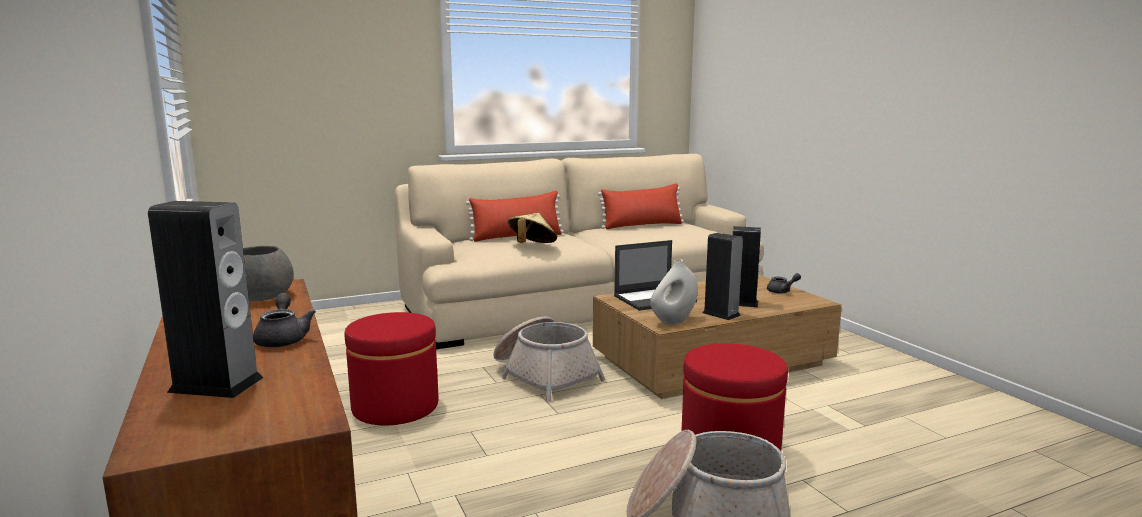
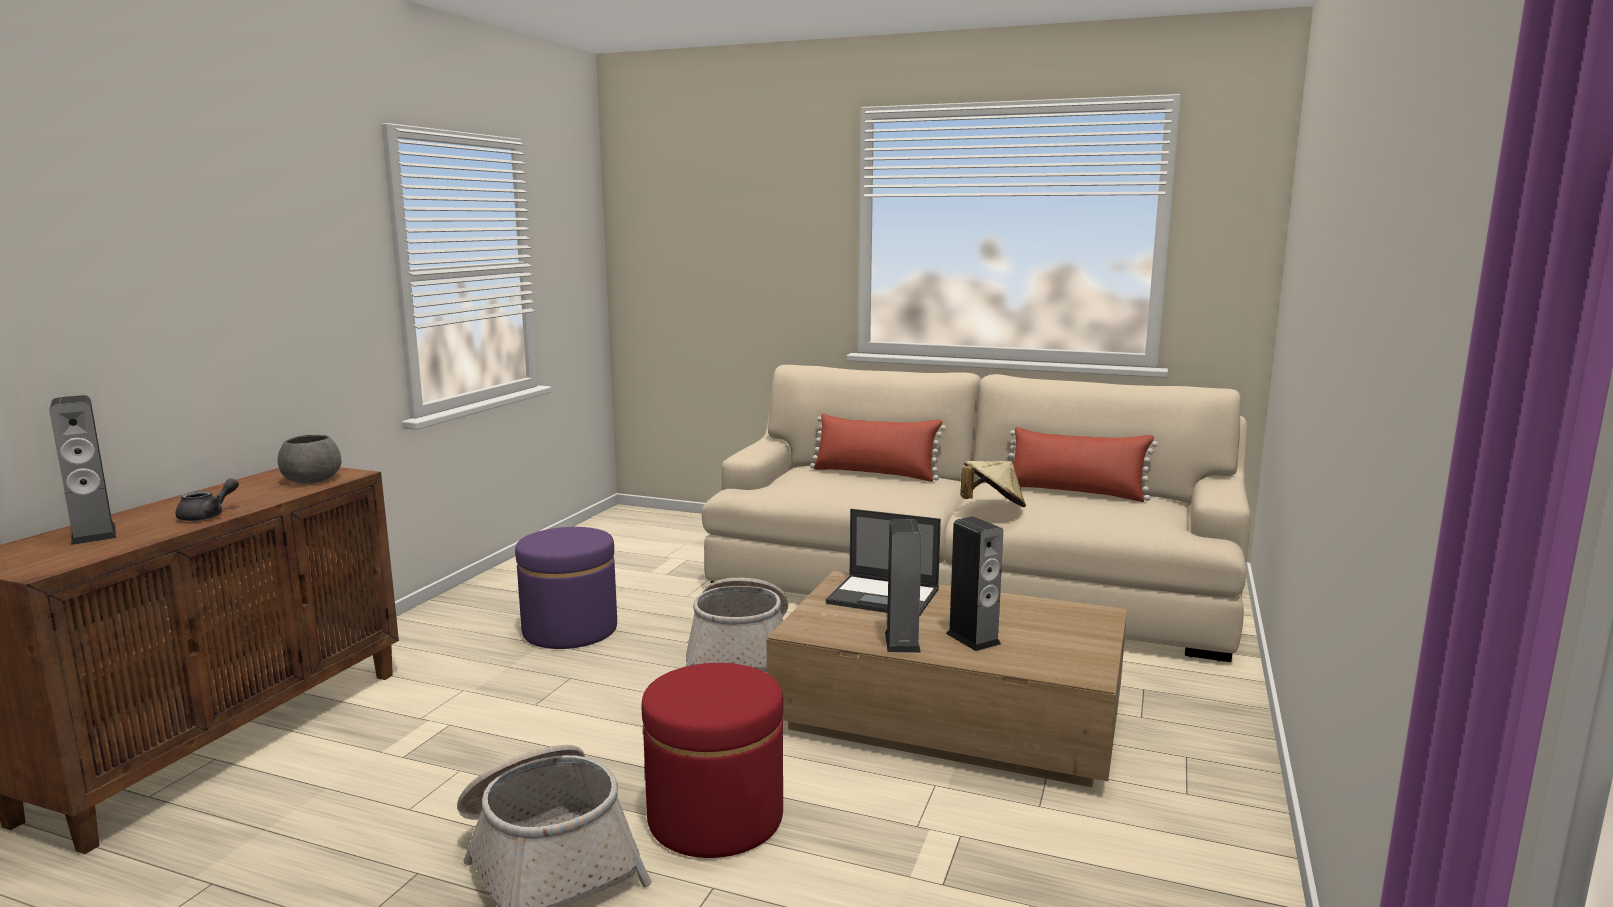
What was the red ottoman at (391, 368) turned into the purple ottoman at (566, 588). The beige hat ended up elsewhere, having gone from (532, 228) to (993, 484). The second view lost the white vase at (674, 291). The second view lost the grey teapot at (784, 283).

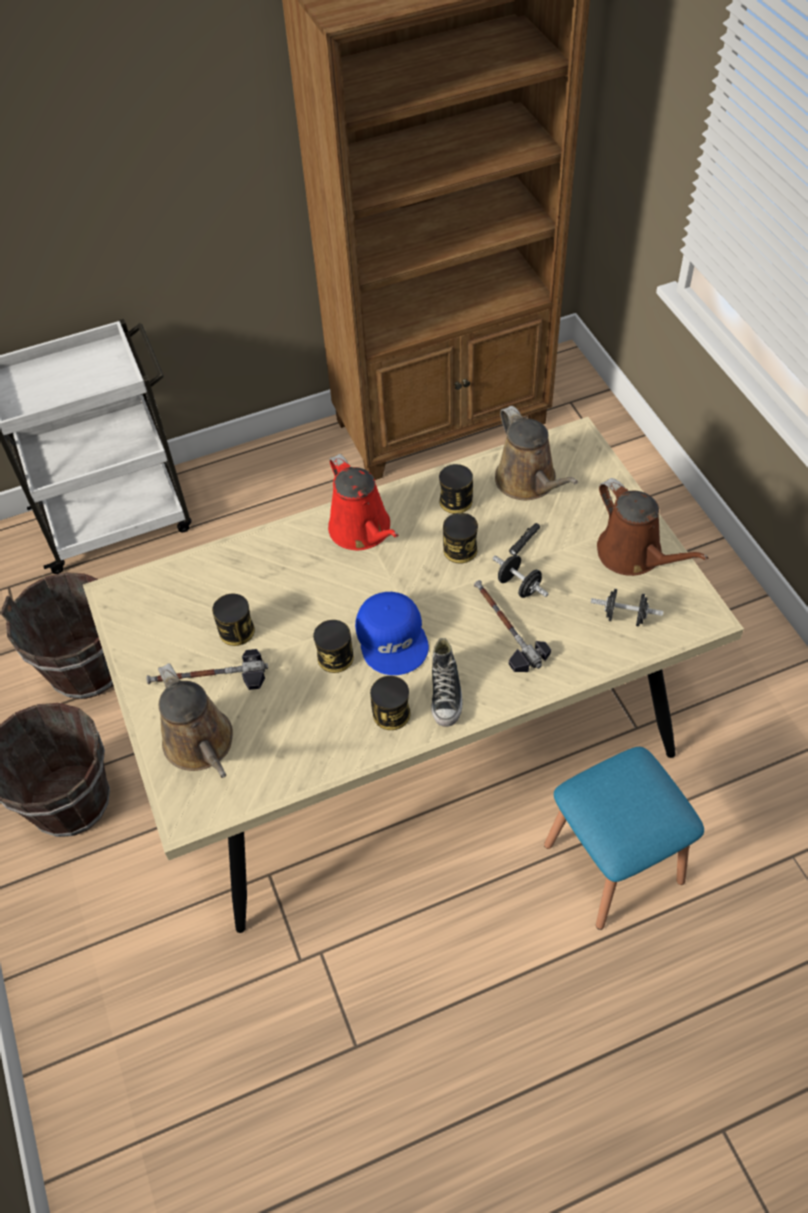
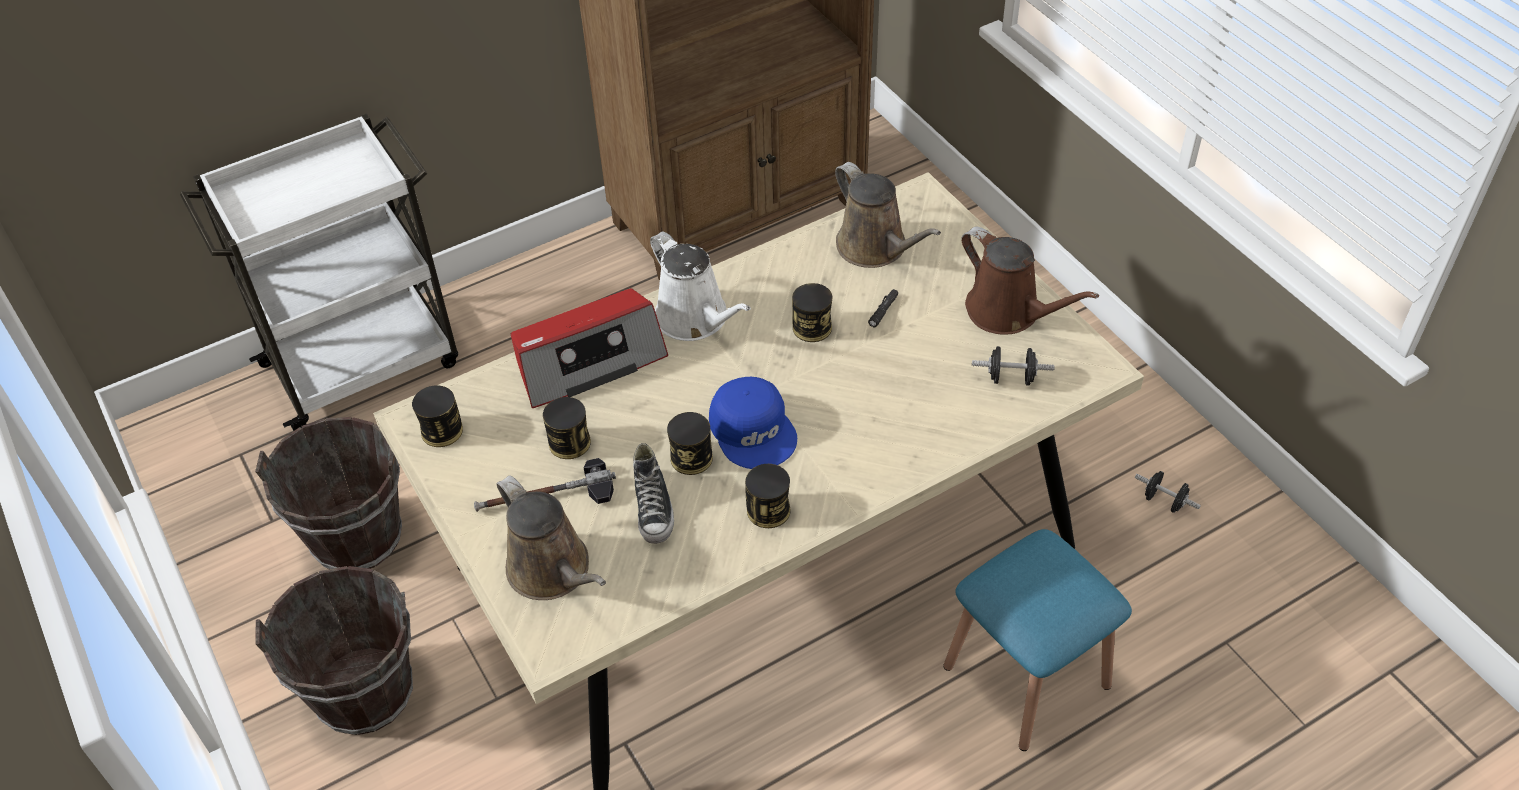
The can ended up elsewhere, having gone from (456, 489) to (437, 416). The second view gained the radio at (589, 348). The shoe ended up elsewhere, having gone from (446, 682) to (653, 493). What was the red watering can at (363, 502) turned into the white watering can at (700, 286). The black dumbbell ended up elsewhere, having gone from (521, 576) to (1168, 492). The second view lost the hammer at (512, 626).

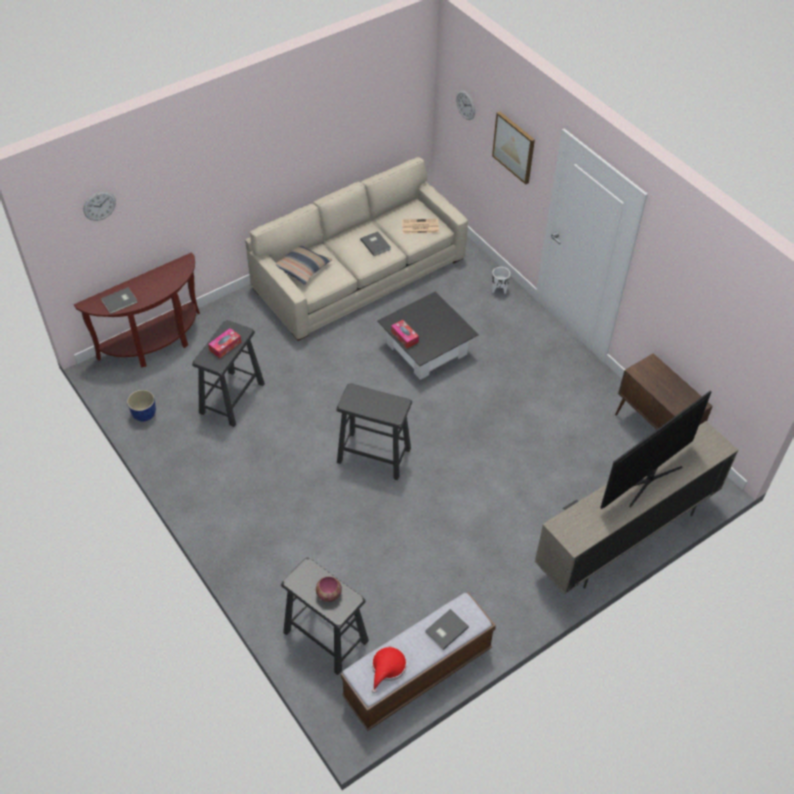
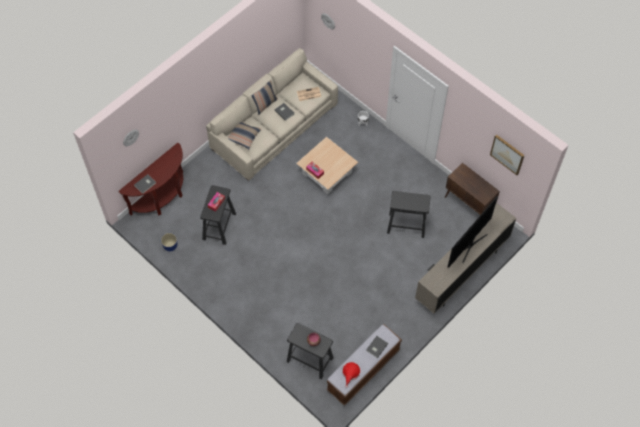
The second view gained the pillow at (265, 97). What was the black coffee table at (428, 335) turned into the beige coffee table at (327, 165). The black stool ended up elsewhere, having gone from (374, 431) to (409, 214). The picture ended up elsewhere, having gone from (513, 148) to (507, 154).

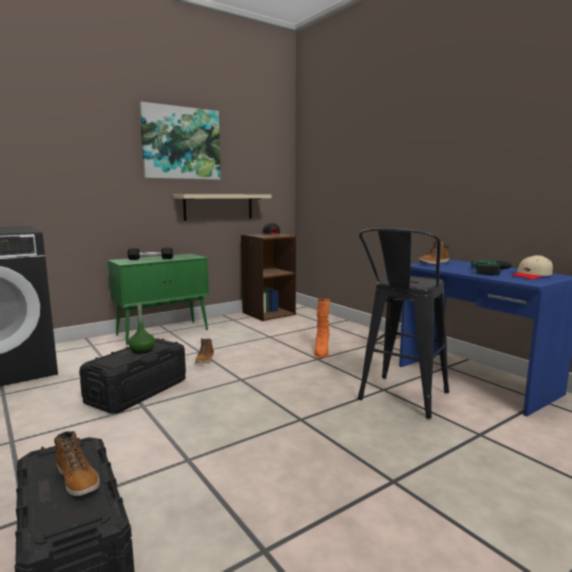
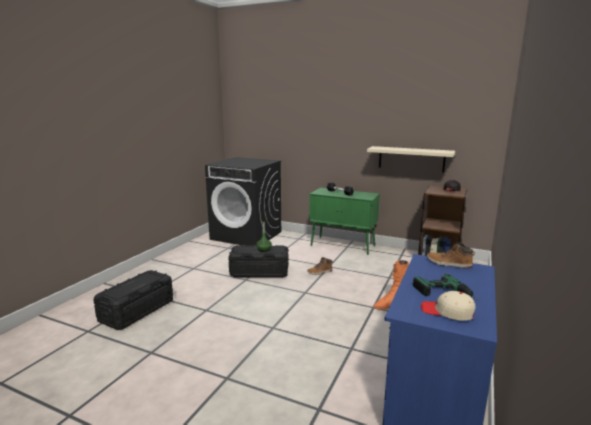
The second view lost the boot at (77, 463). The second view lost the picture at (180, 141). The second view lost the black stool at (403, 323).

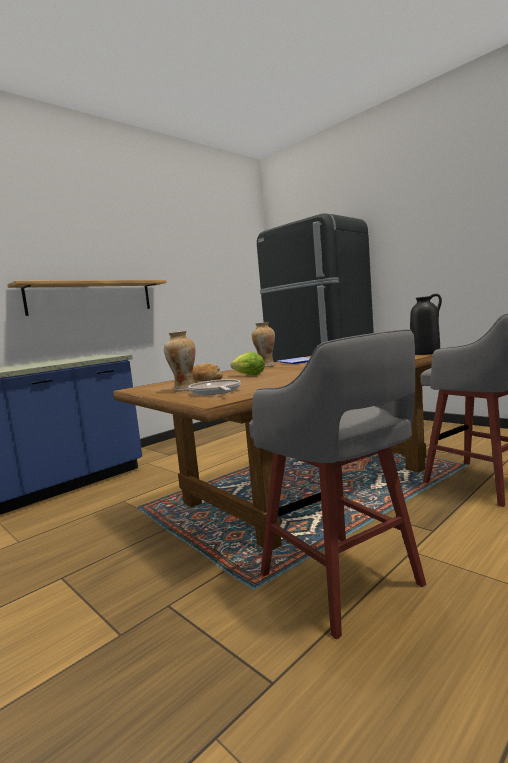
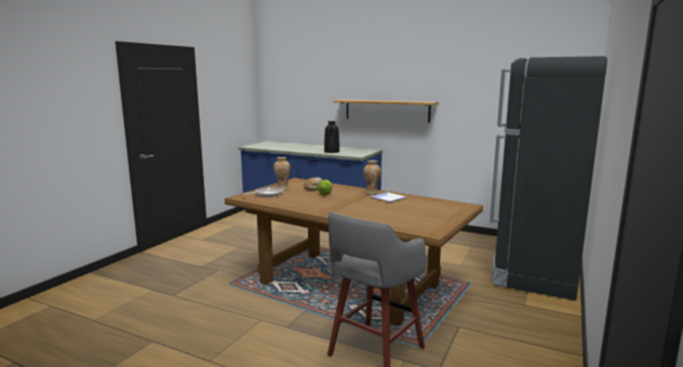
The black vase ended up elsewhere, having gone from (426, 324) to (332, 137). The second view lost the grey stool at (337, 484).

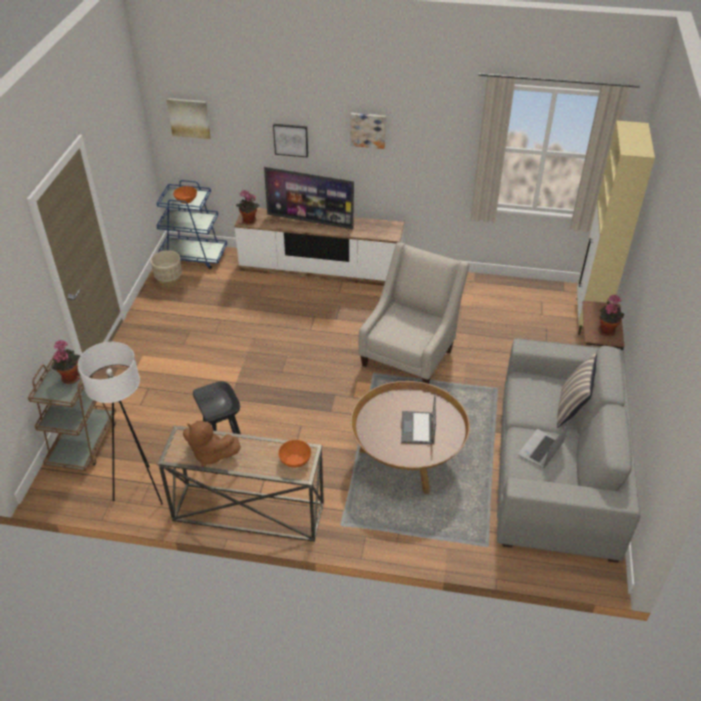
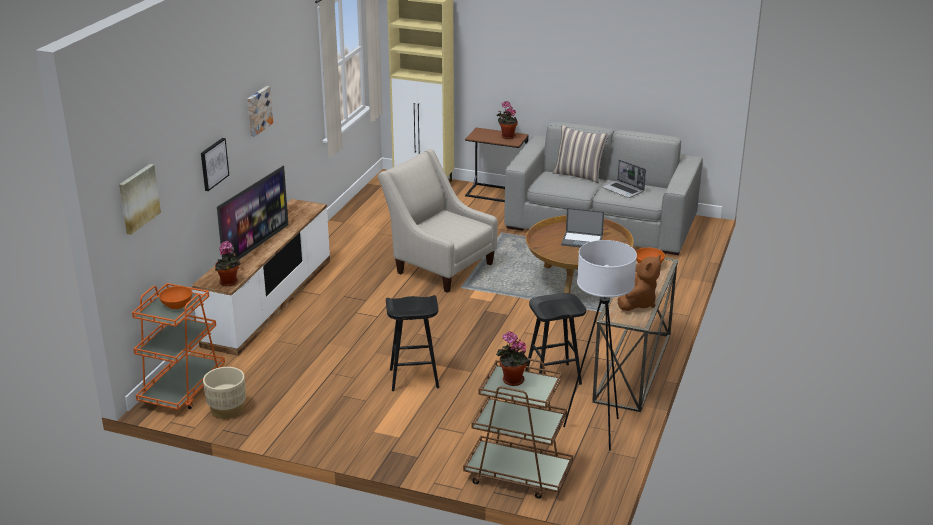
What was the blue cart at (192, 224) turned into the orange cart at (178, 346). The second view gained the black stool at (412, 343).

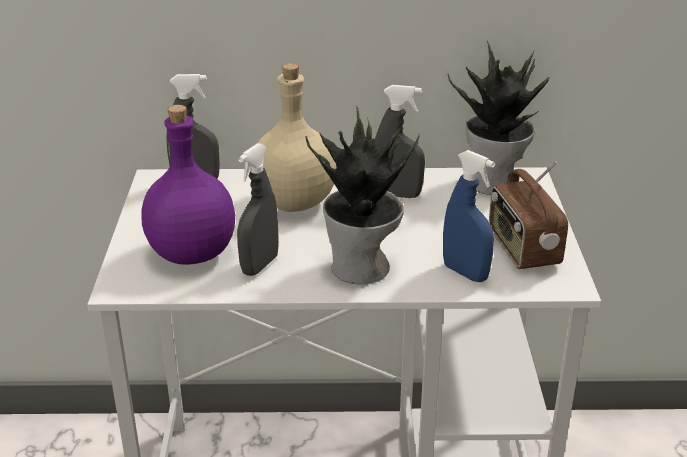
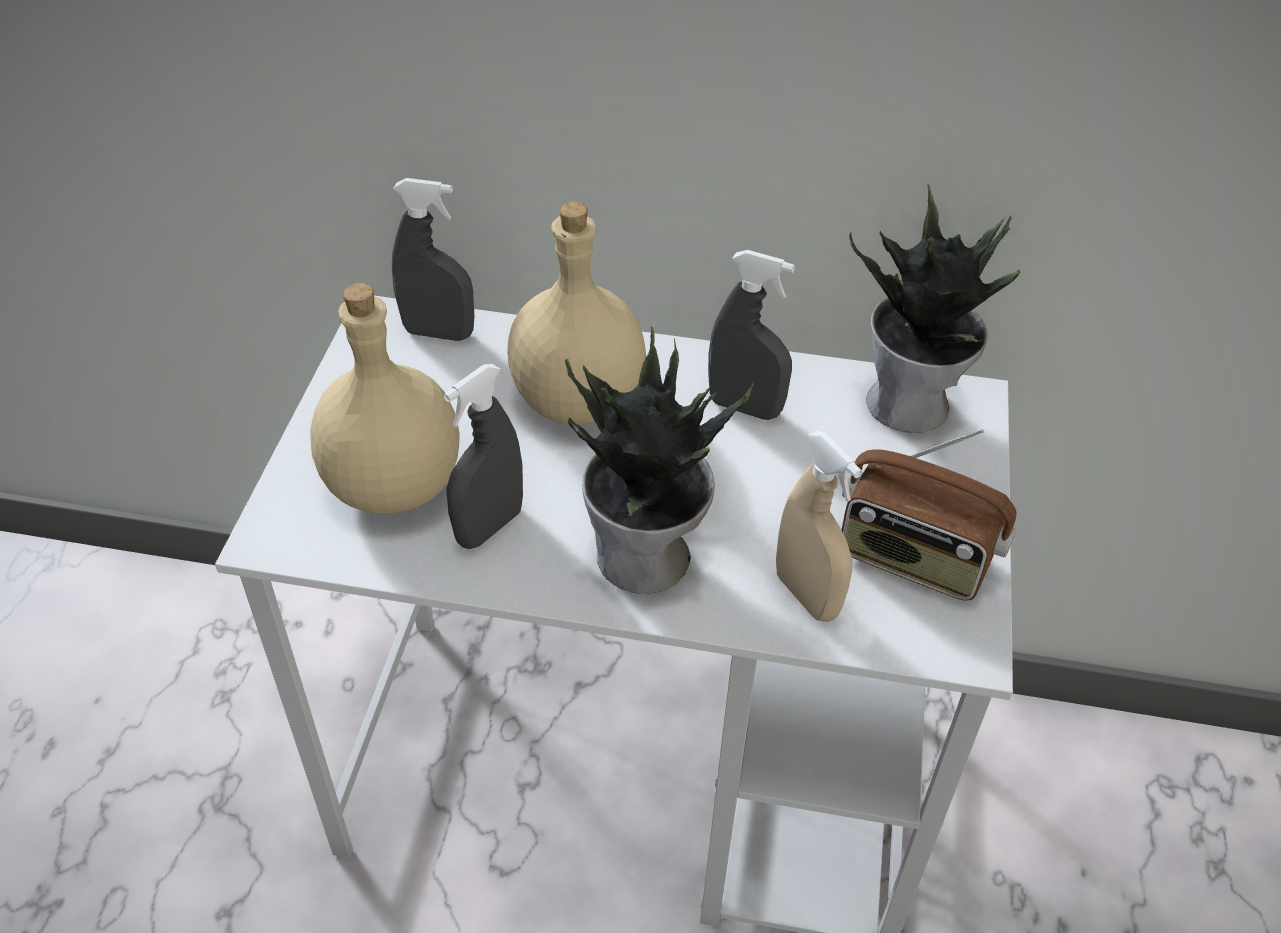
What was the purple bottle at (188, 185) turned into the beige bottle at (385, 398). What was the blue spray bottle at (469, 216) turned into the beige spray bottle at (819, 526). The radio at (528, 215) ended up facing another way, 60 degrees counterclockwise from before.

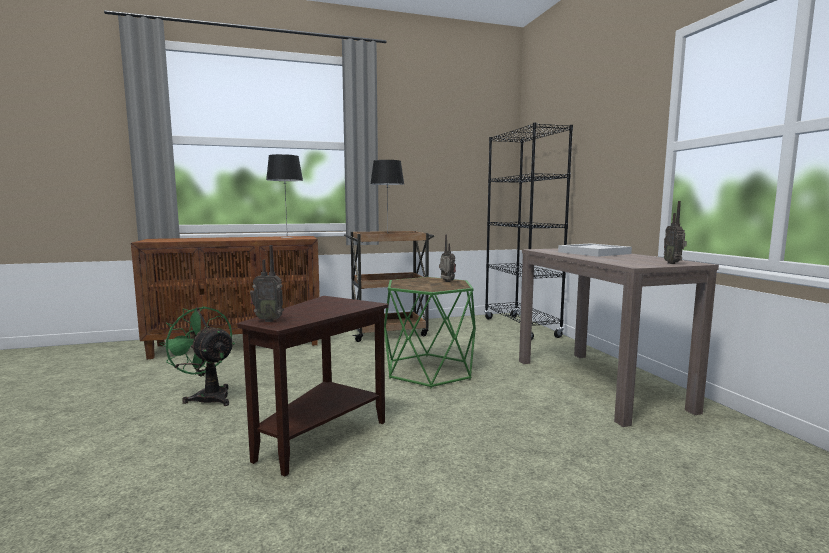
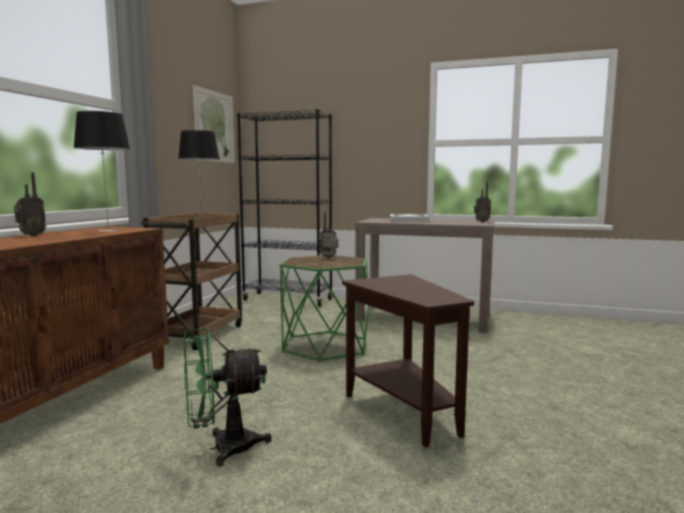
The radio ended up elsewhere, having gone from (266, 283) to (30, 204). The second view gained the picture at (214, 124).

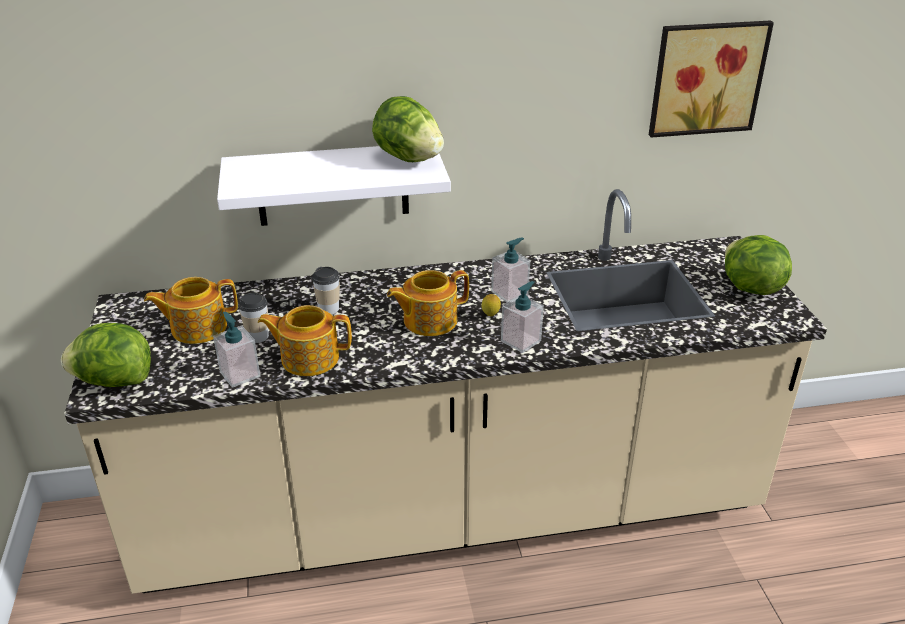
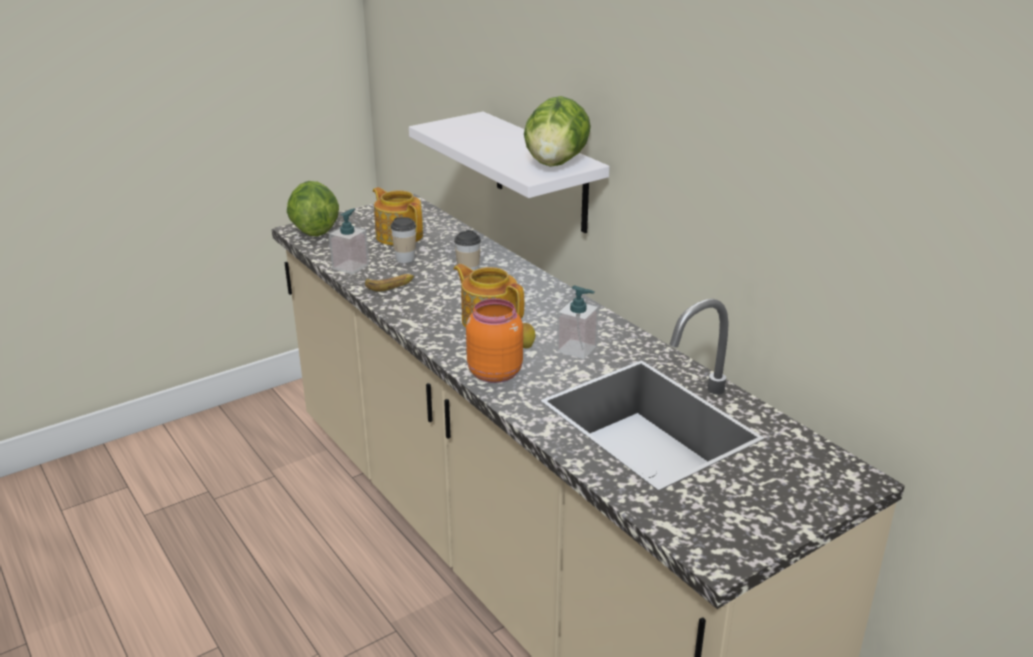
Where the teapot stood at (305, 340), the banana came to stand at (389, 282). Where the soap dispenser stood at (522, 317), the orange jar came to stand at (494, 341). The second view lost the picture at (711, 79). The second view lost the lettuce at (758, 265).

